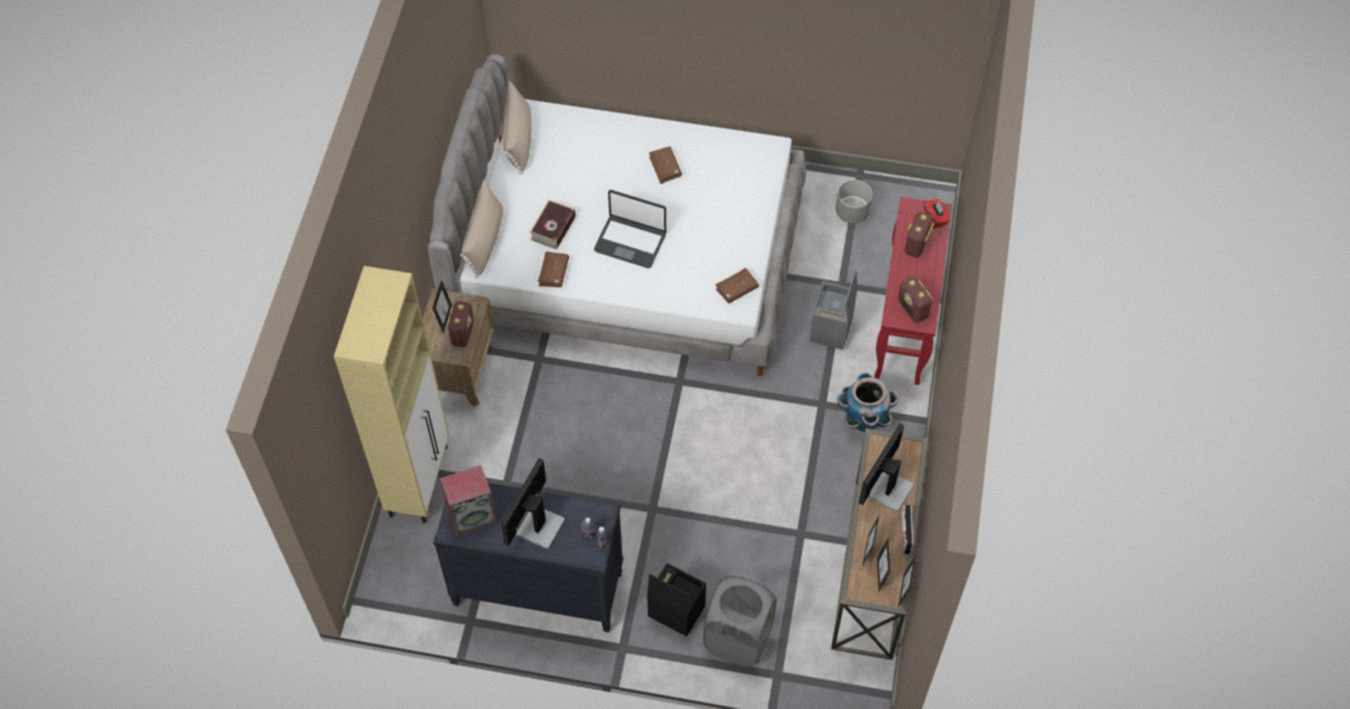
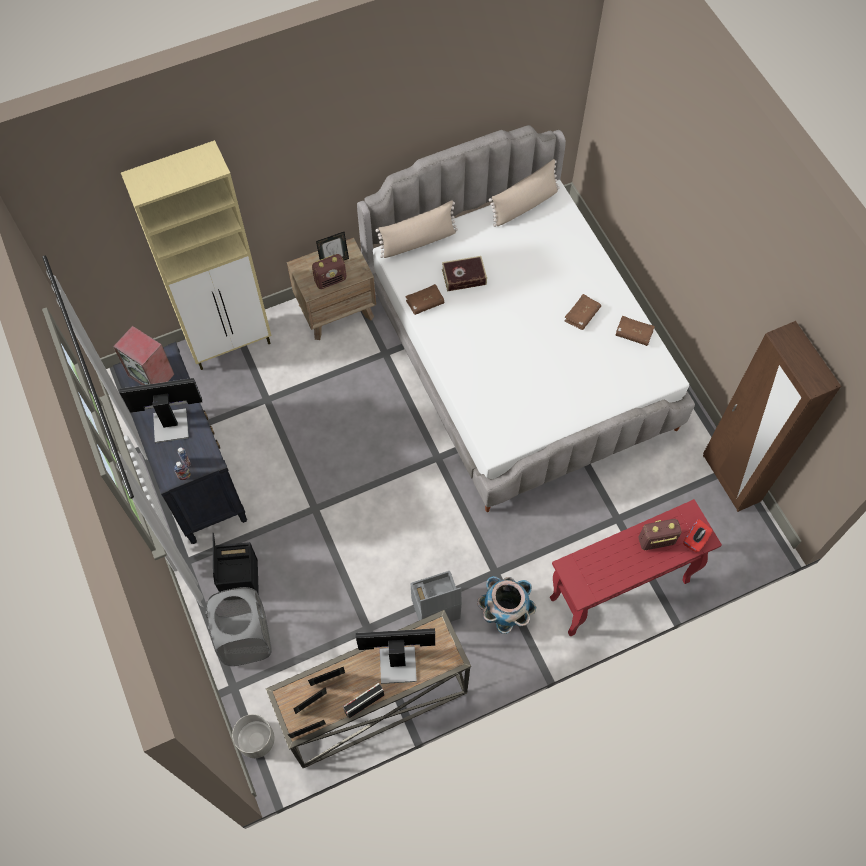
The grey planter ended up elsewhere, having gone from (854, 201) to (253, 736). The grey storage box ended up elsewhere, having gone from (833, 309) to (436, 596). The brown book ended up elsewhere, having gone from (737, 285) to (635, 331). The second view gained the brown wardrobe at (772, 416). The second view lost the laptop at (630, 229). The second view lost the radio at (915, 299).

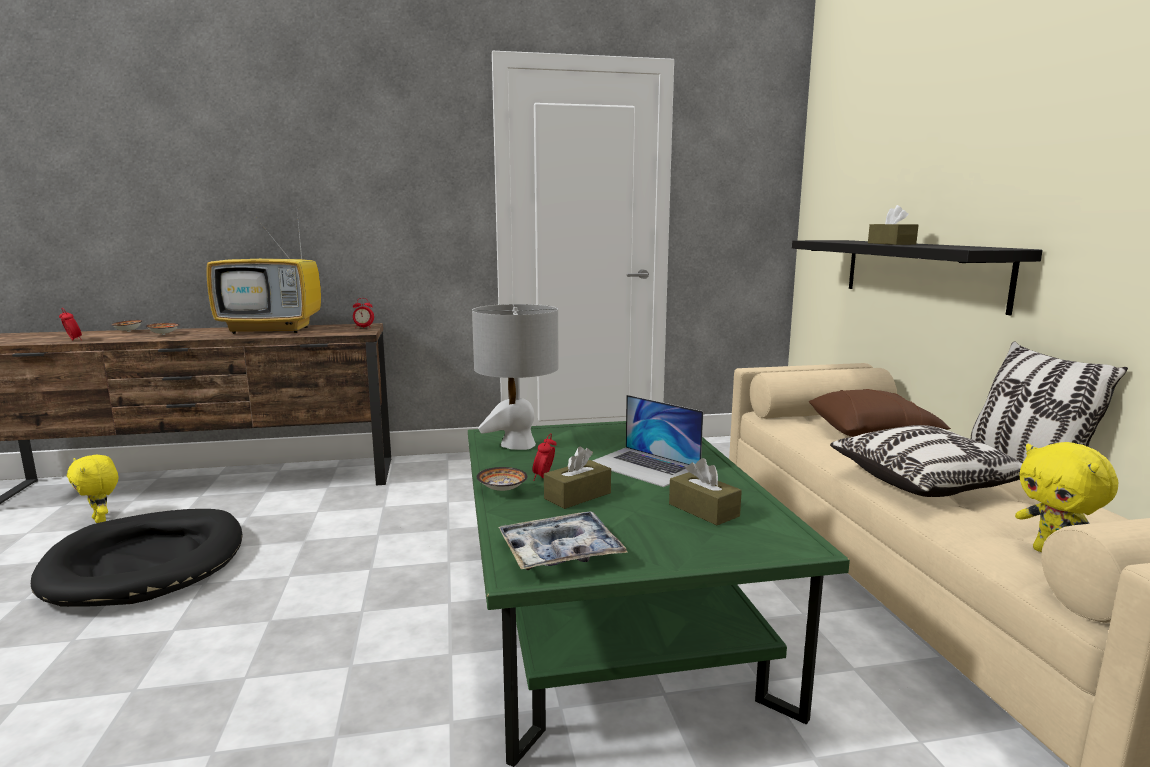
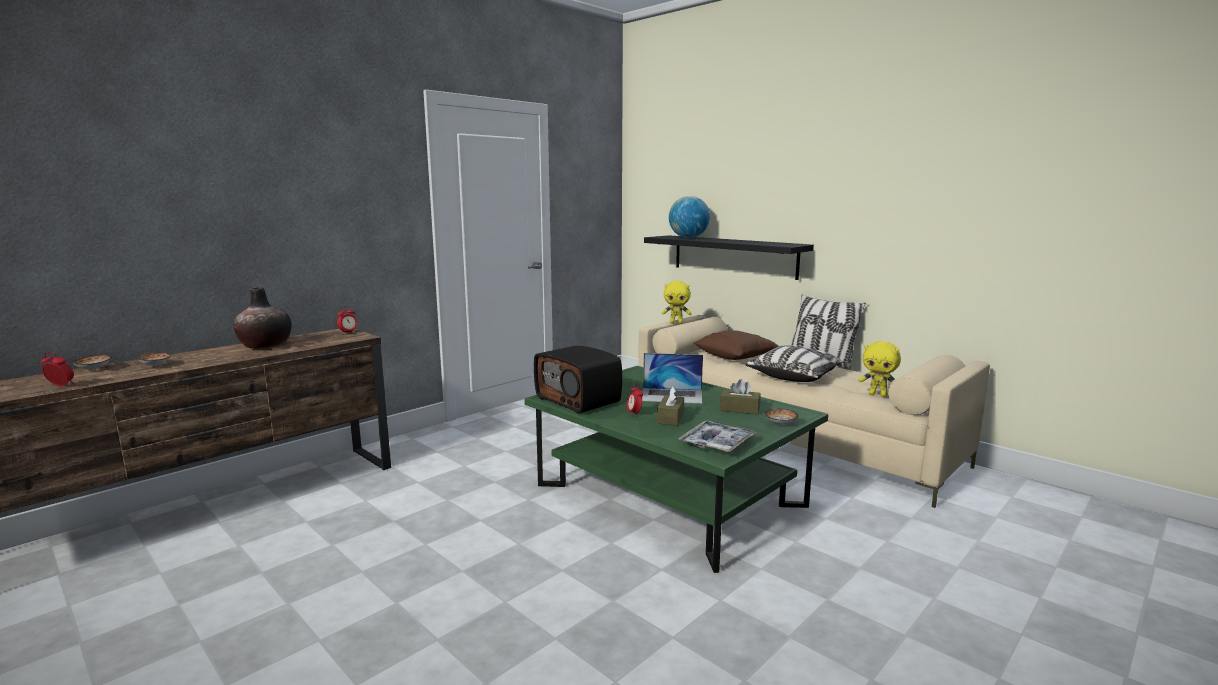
Where the television stood at (263, 273), the vase came to stand at (263, 318). Where the grey table lamp stood at (515, 377), the radio came to stand at (578, 379). The yellow plush toy ended up elsewhere, having gone from (92, 489) to (677, 302). The second view gained the globe at (689, 217). The bowl ended up elsewhere, having gone from (502, 479) to (781, 416). The second view lost the black dog bed at (137, 558). The second view lost the brown tissue box at (893, 225).

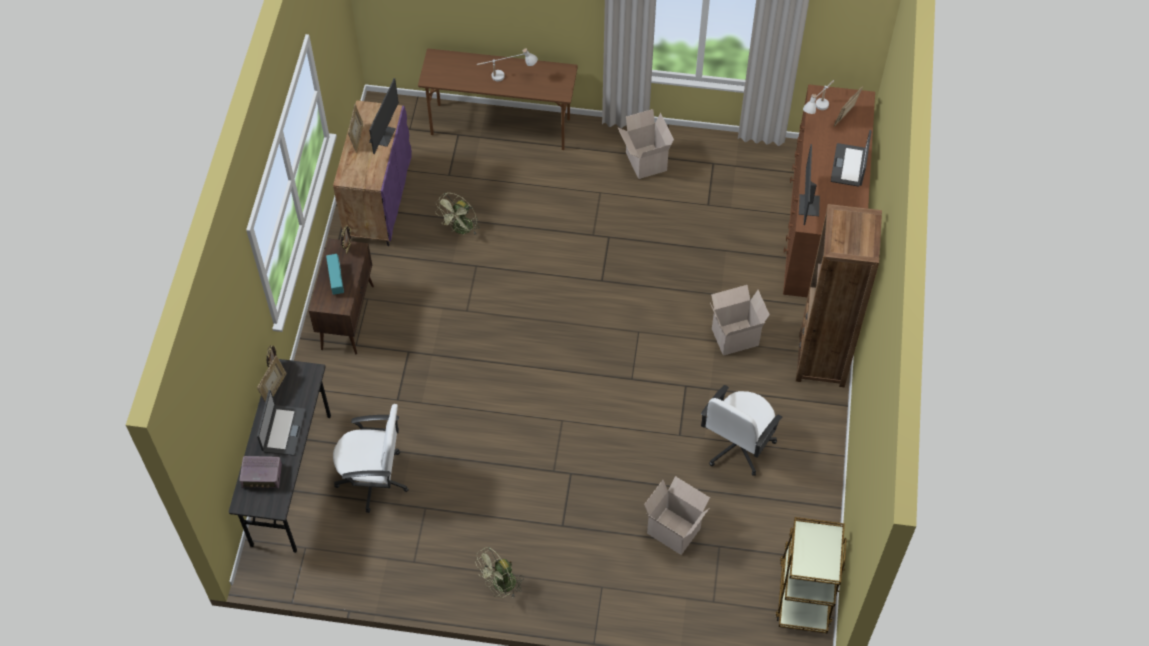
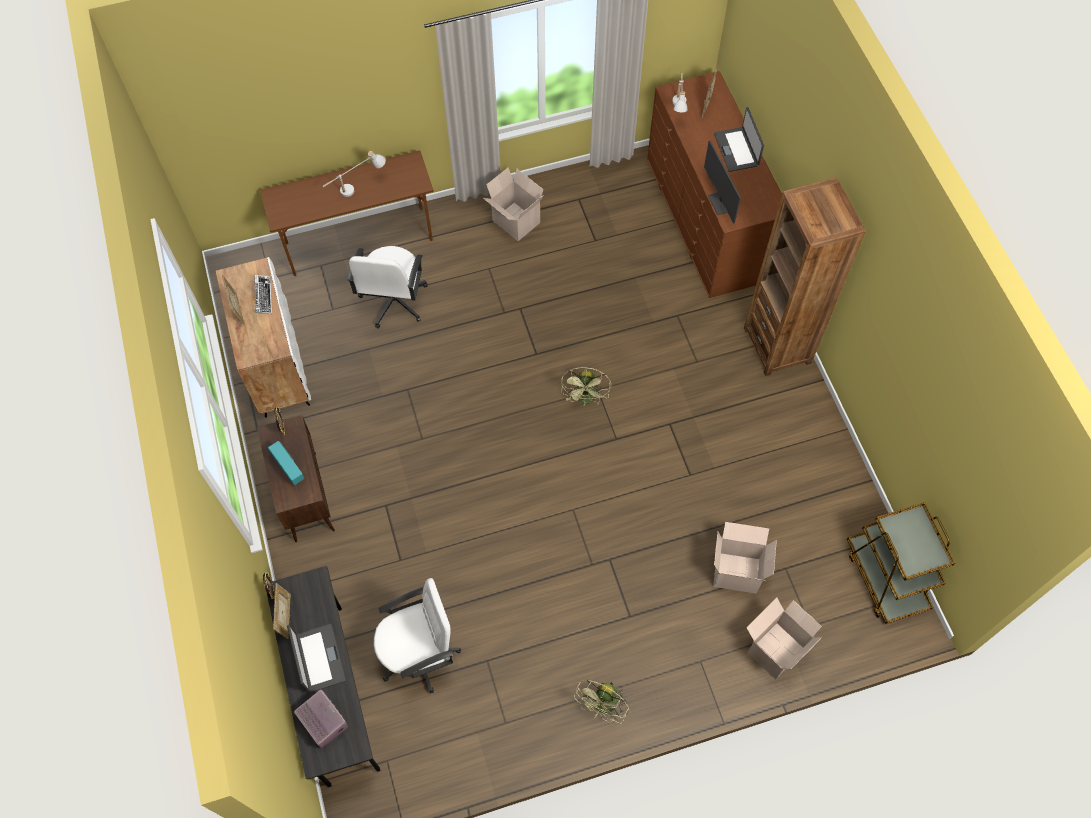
What was the purple cabinet at (372, 173) turned into the white cabinet at (263, 337). Where the monitor stood at (384, 116), the keyboard came to stand at (263, 294). The radio at (260, 472) ended up facing another way, 105 degrees counterclockwise from before. The white office chair ended up elsewhere, having gone from (741, 430) to (387, 287). The green fan ended up elsewhere, having gone from (457, 214) to (586, 386). The cardboard box ended up elsewhere, having gone from (740, 320) to (784, 638).

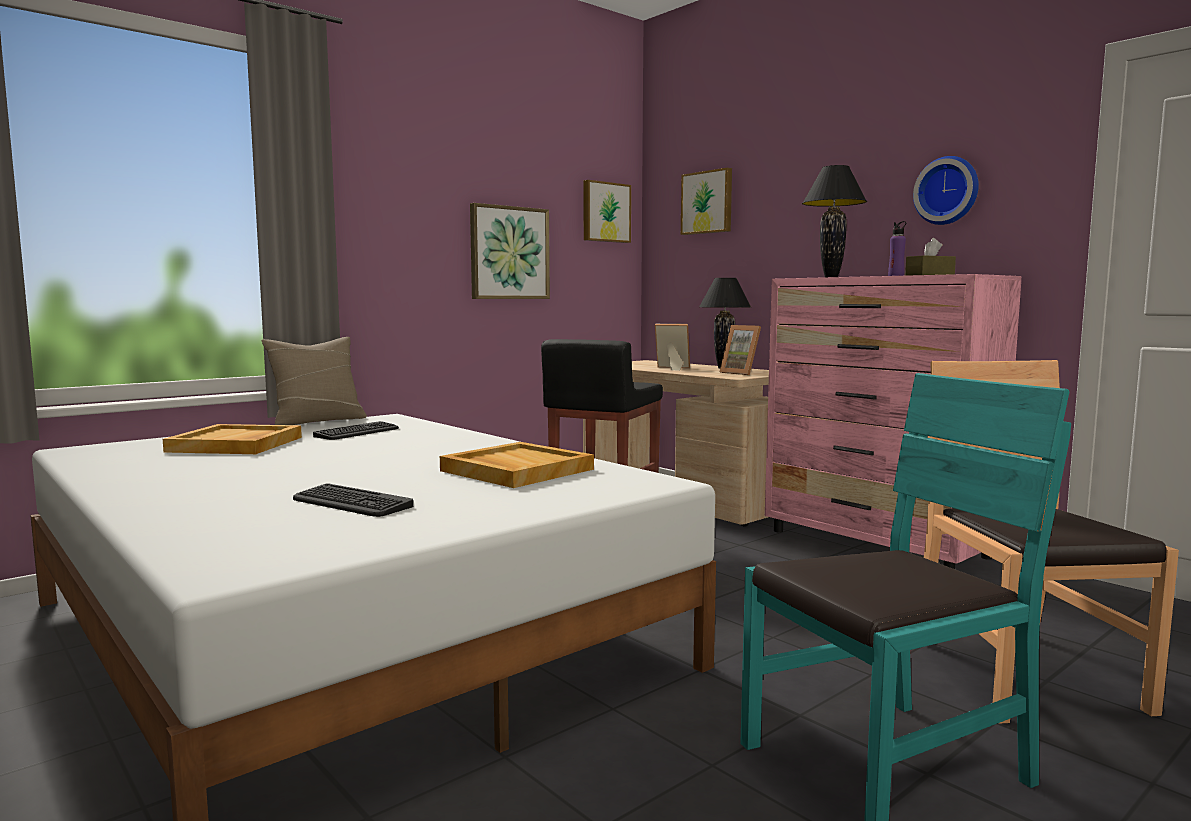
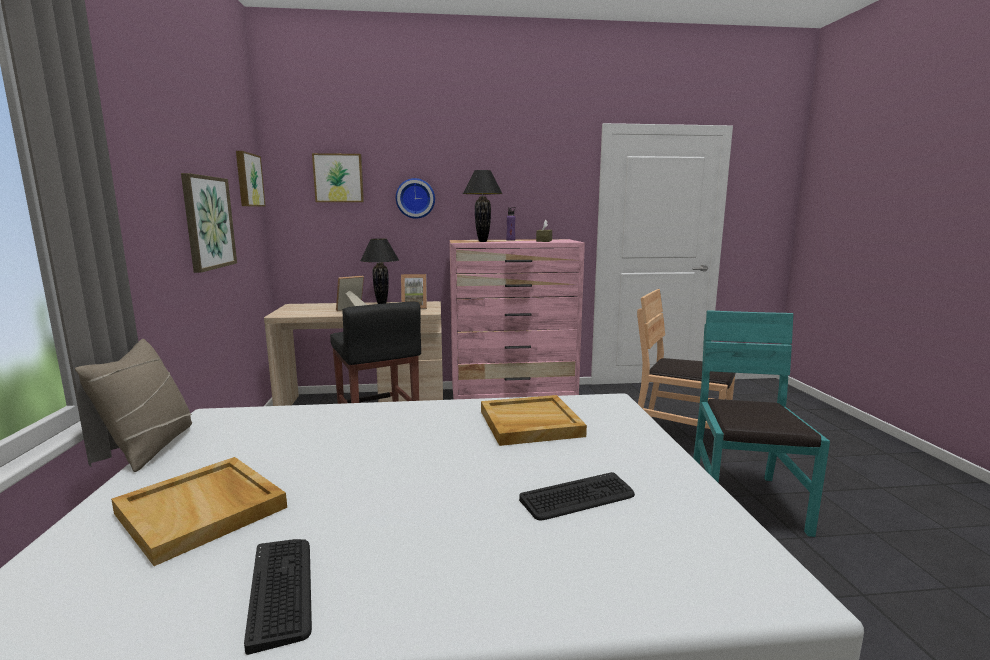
The keyboard ended up elsewhere, having gone from (356, 430) to (278, 597). The wall clock ended up elsewhere, having gone from (946, 190) to (415, 198).

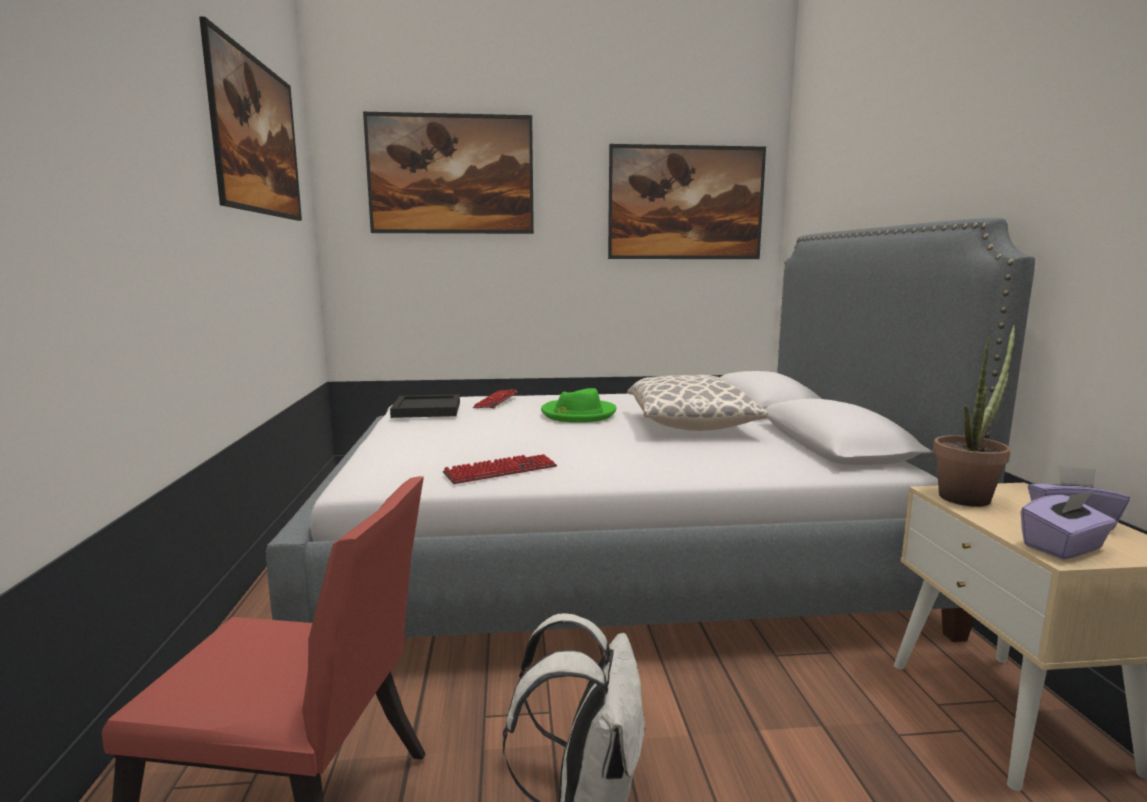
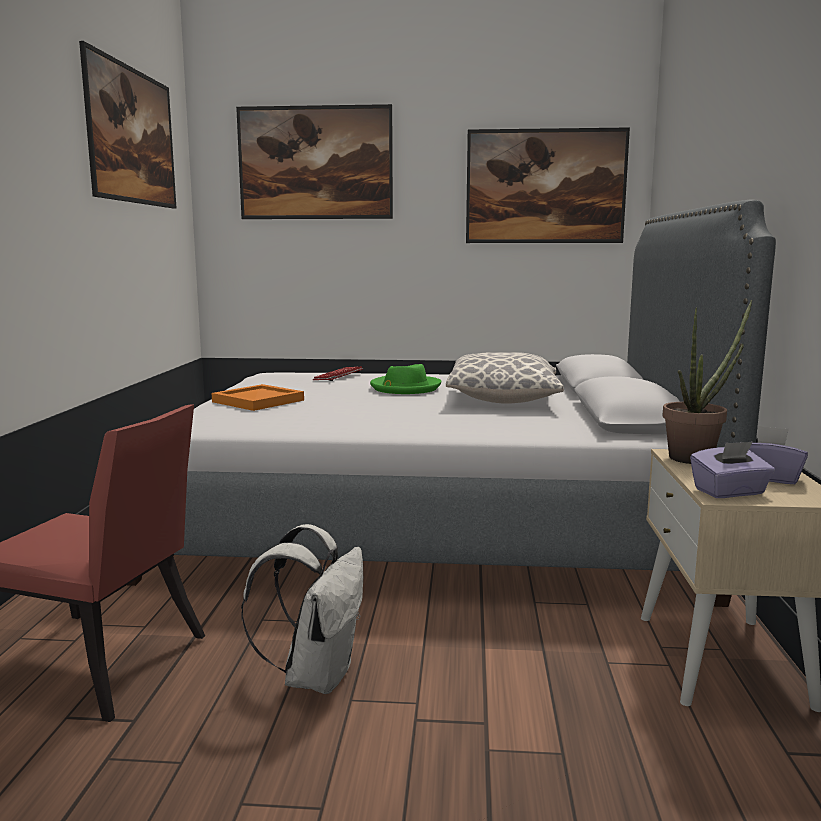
The second view gained the orange tray at (258, 397). The second view lost the black tray at (425, 406). The second view lost the keyboard at (499, 469).

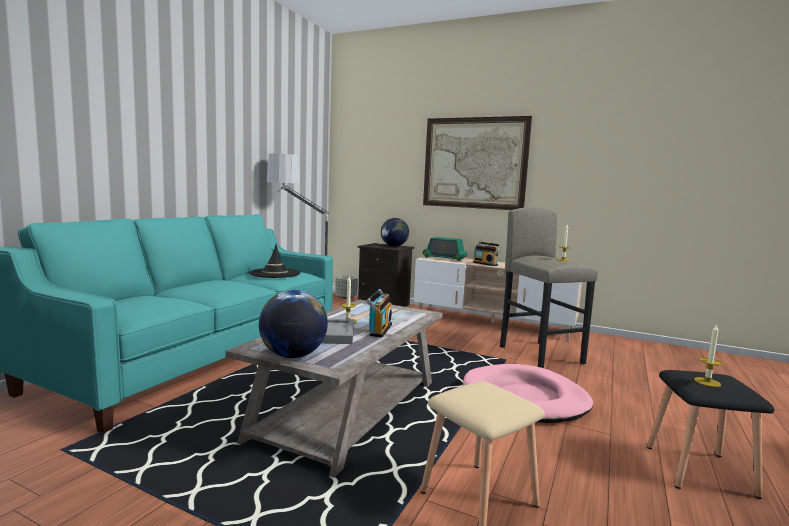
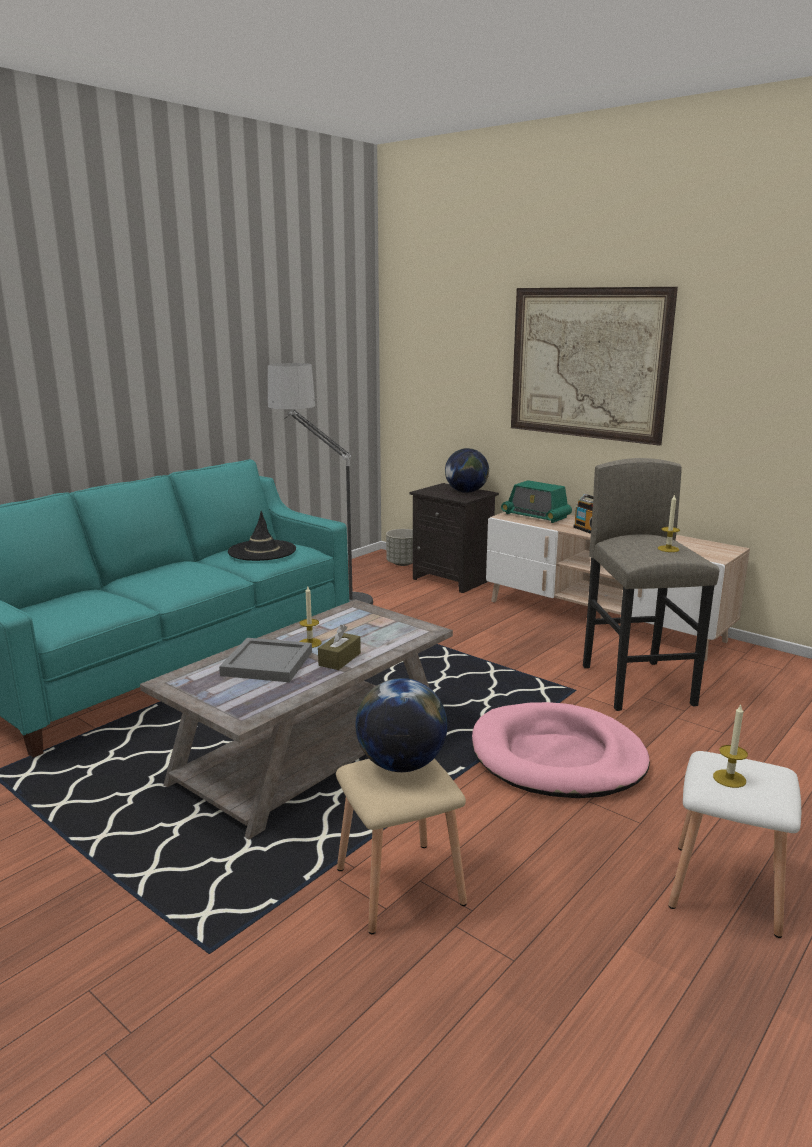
Where the radio stood at (379, 313), the brown tissue box came to stand at (339, 647). The globe ended up elsewhere, having gone from (293, 324) to (402, 725). What was the black stool at (711, 434) turned into the white stool at (734, 844).

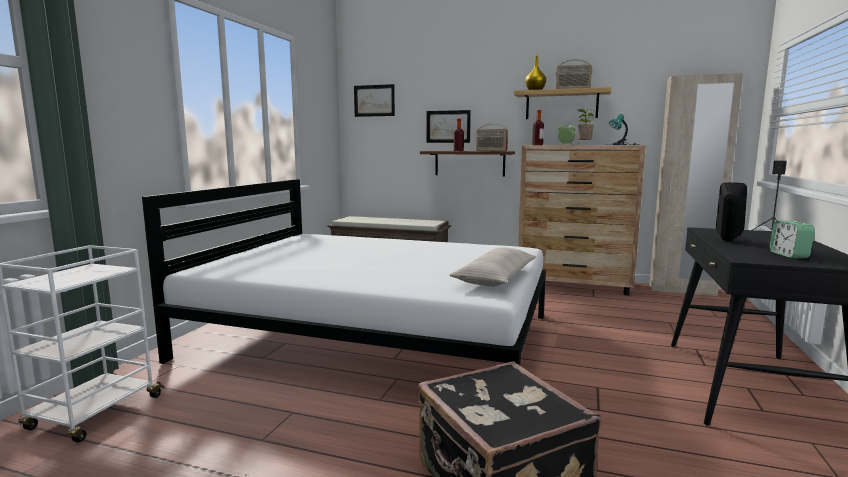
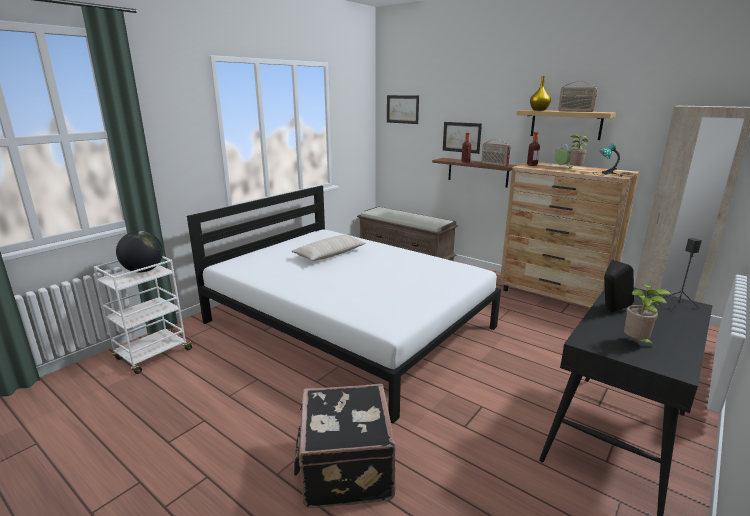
The second view gained the globe at (139, 252). The beige pillow ended up elsewhere, having gone from (493, 267) to (328, 248). Where the alarm clock stood at (792, 239), the potted plant came to stand at (647, 316).

